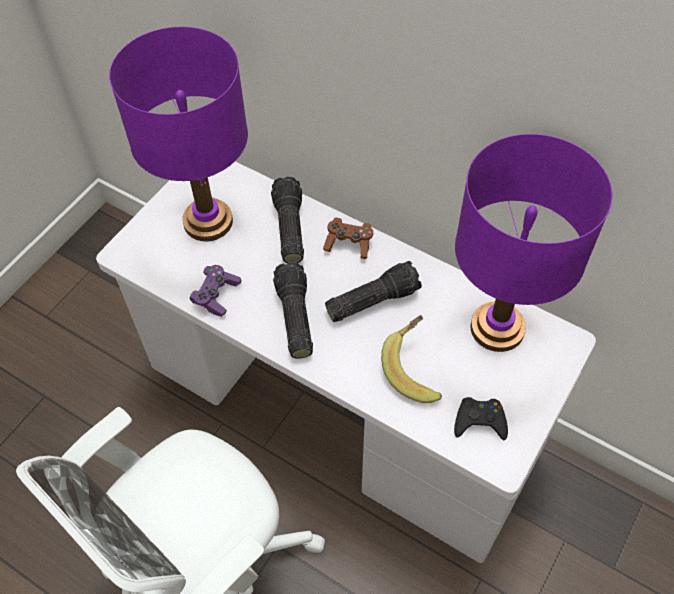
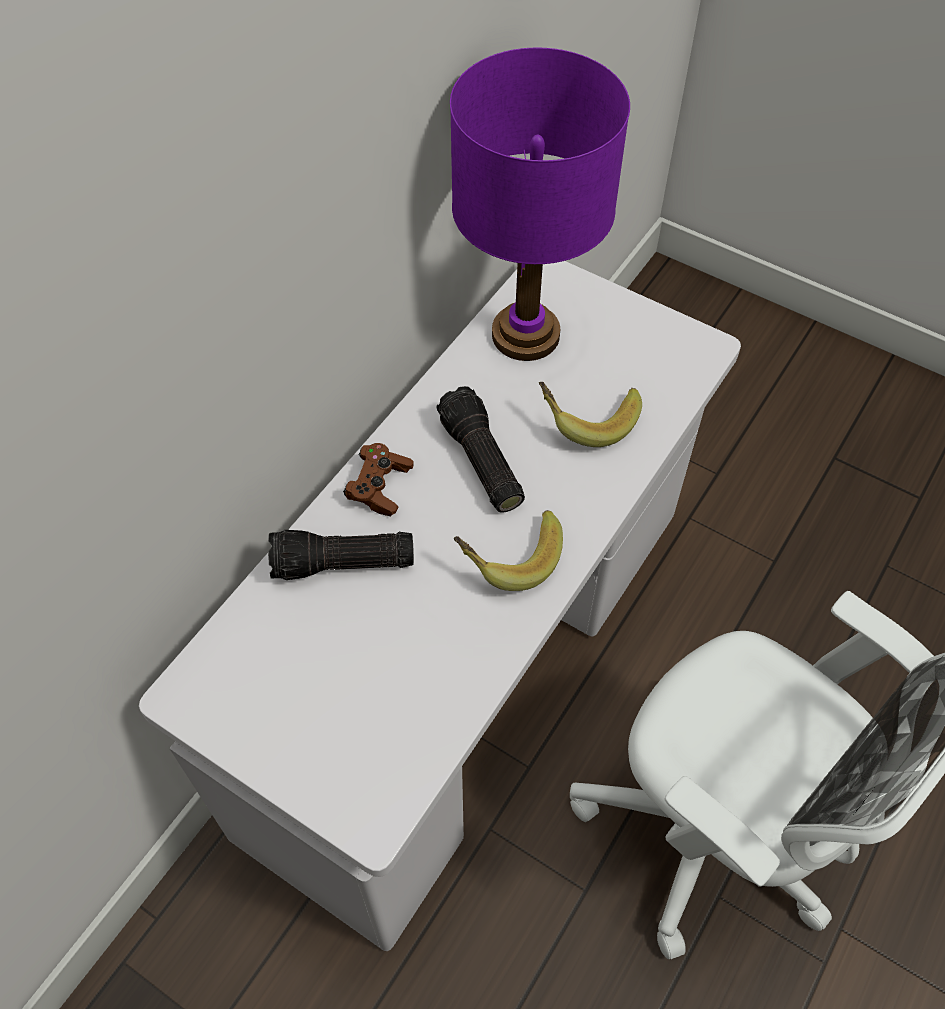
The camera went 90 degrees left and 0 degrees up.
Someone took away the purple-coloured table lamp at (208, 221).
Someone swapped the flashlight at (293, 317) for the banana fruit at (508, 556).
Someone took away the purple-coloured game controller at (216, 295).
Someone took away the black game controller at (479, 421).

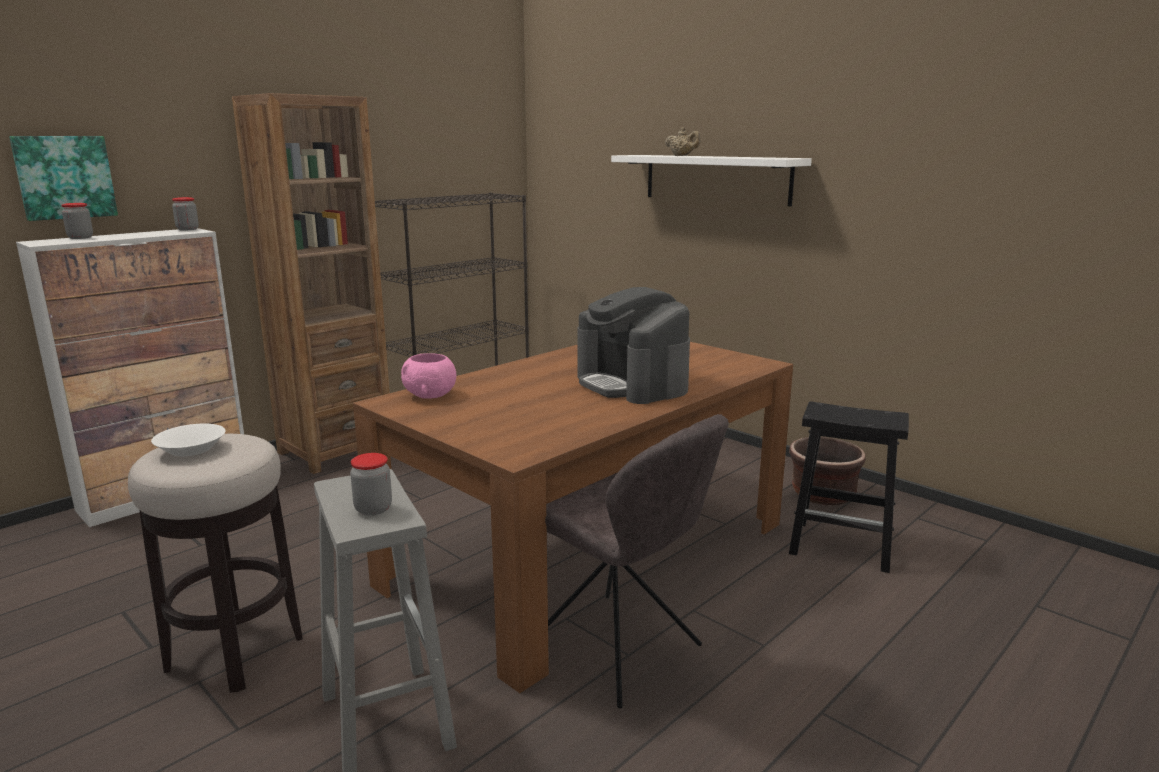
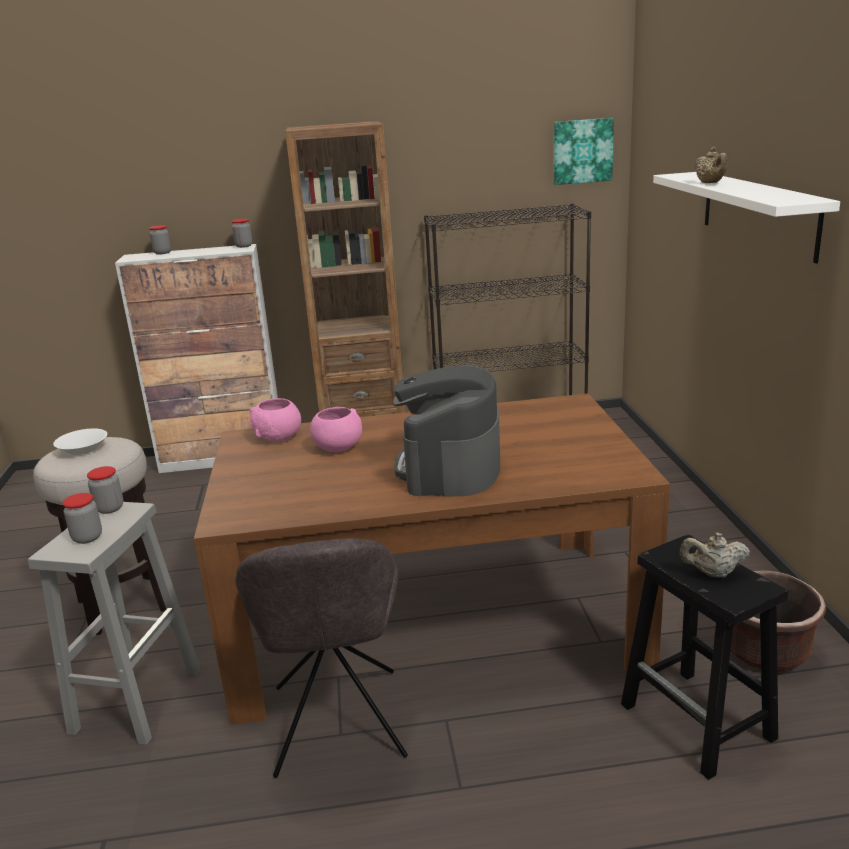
The camera went 40 degrees right and 5 degrees up.
Someone carried the wall picture from (64, 177) to (582, 151).
Someone put down the pink deep dish at (337, 448).
Someone put down the jar at (109, 508).
Someone put down the beige-coloured tea pot at (712, 573).

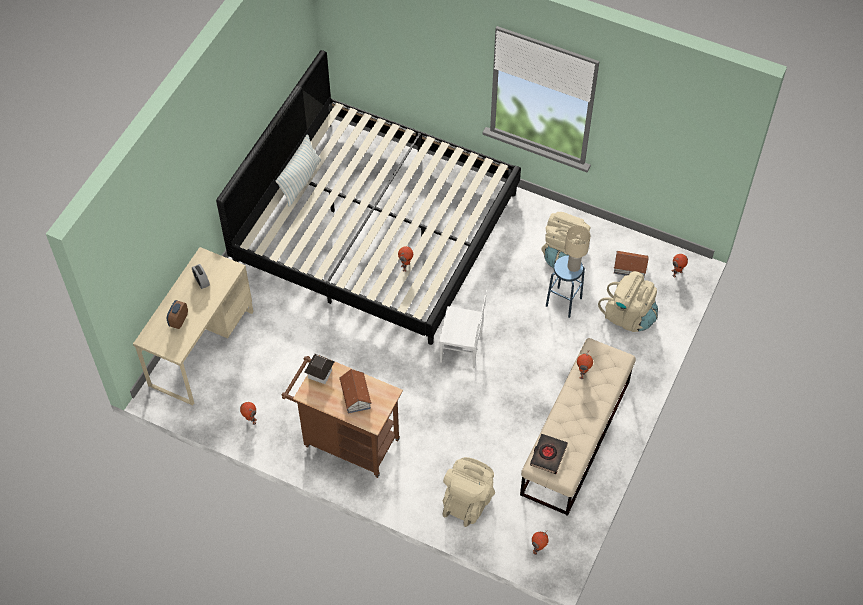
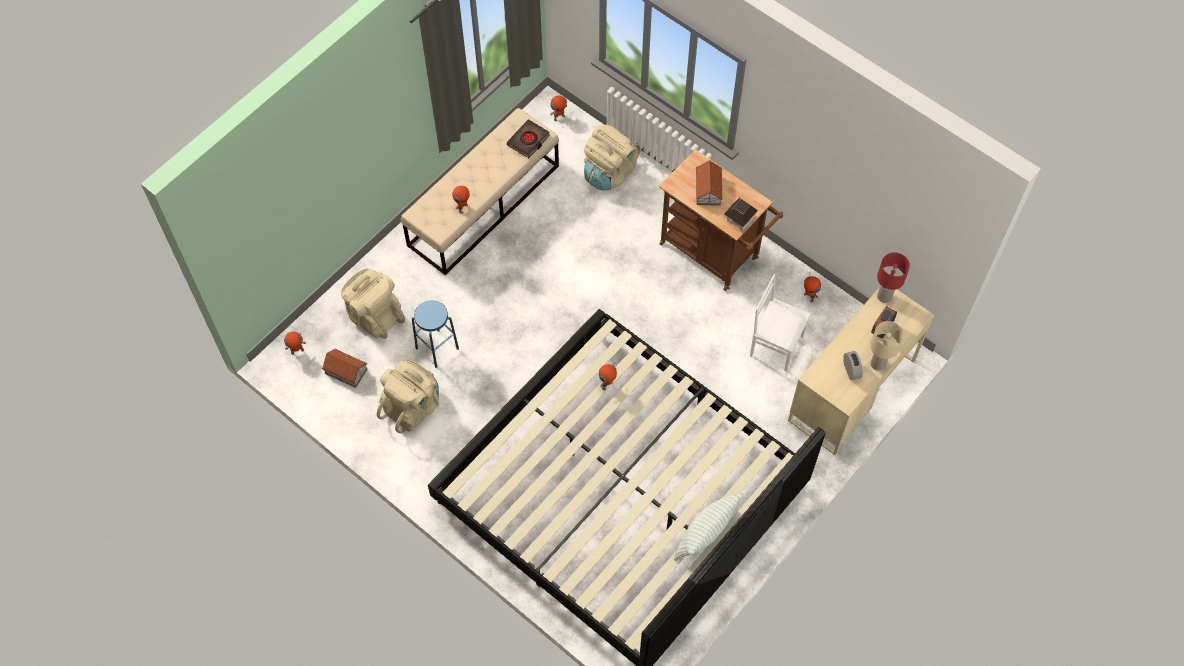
The camera went 165 degrees left and 5 degrees up.
Someone carried the beige-coloured table lamp from (573, 266) to (878, 364).
Someone carried the white-coloured plain chair from (461, 349) to (776, 345).
Someone put down the red table lamp at (884, 296).

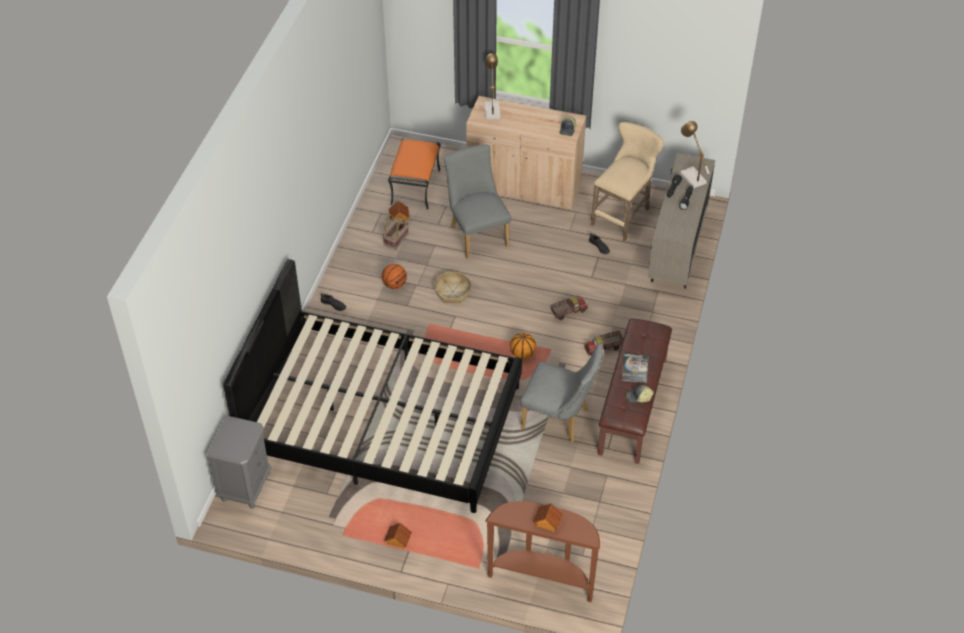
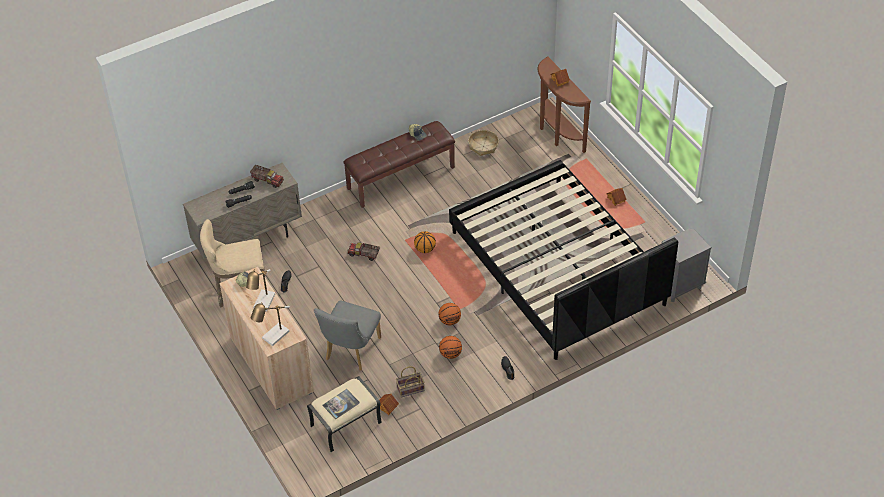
The camera went 135 degrees left and 0 degrees up.
Someone carried the table lamp from (690, 176) to (263, 304).
Someone repainted the orange ottoman at (415, 186), which became the beige-coloured ottoman at (346, 425).
Someone carried the household basket from (452, 292) to (483, 146).
Someone carried the toy truck from (603, 348) to (267, 180).
Someone took away the greyish plain chair at (560, 420).
Someone carried the bound book from (635, 368) to (341, 404).
Someone put down the basketball at (449, 321).

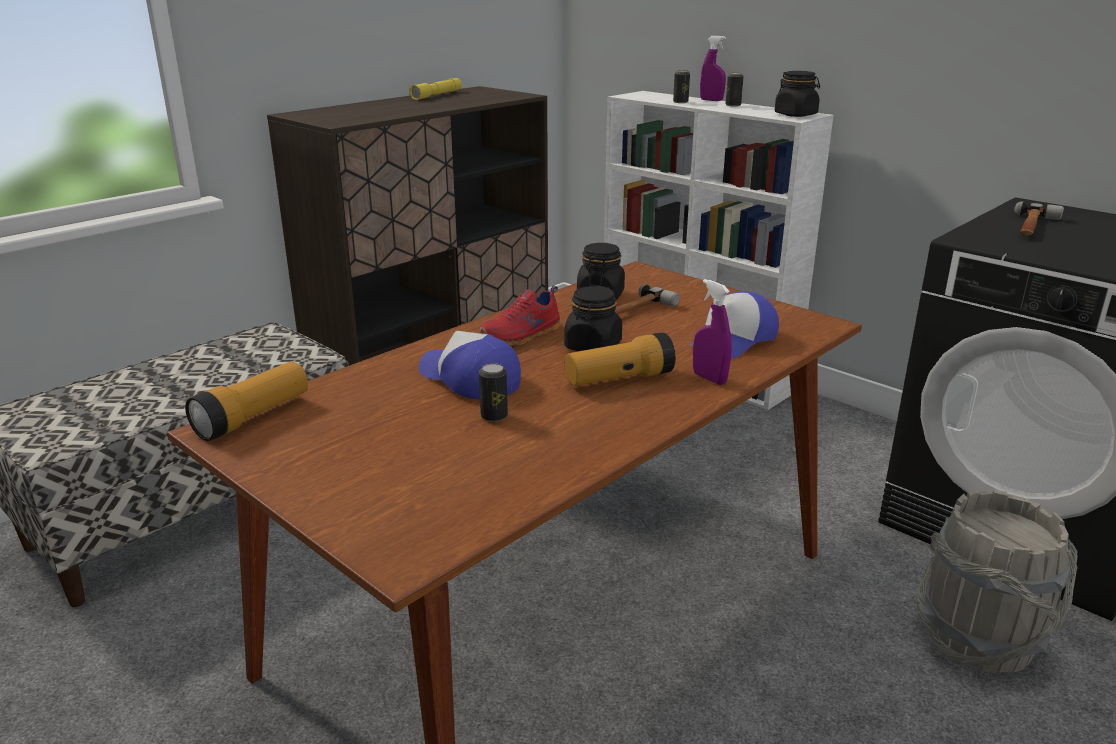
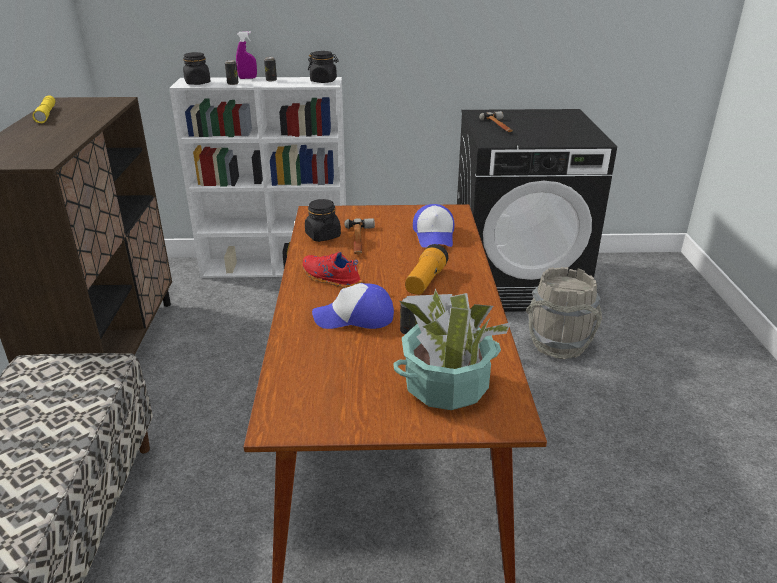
The camera went 45 degrees left and 5 degrees up.
Someone took away the purple-coloured sprayer at (709, 378).
Someone rotated the red shoe at (522, 336) by 120 degrees clockwise.
Someone carried the black jar from (593, 346) to (198, 83).
Someone took away the flashlight at (253, 417).
Someone put down the plant in a pot at (446, 387).

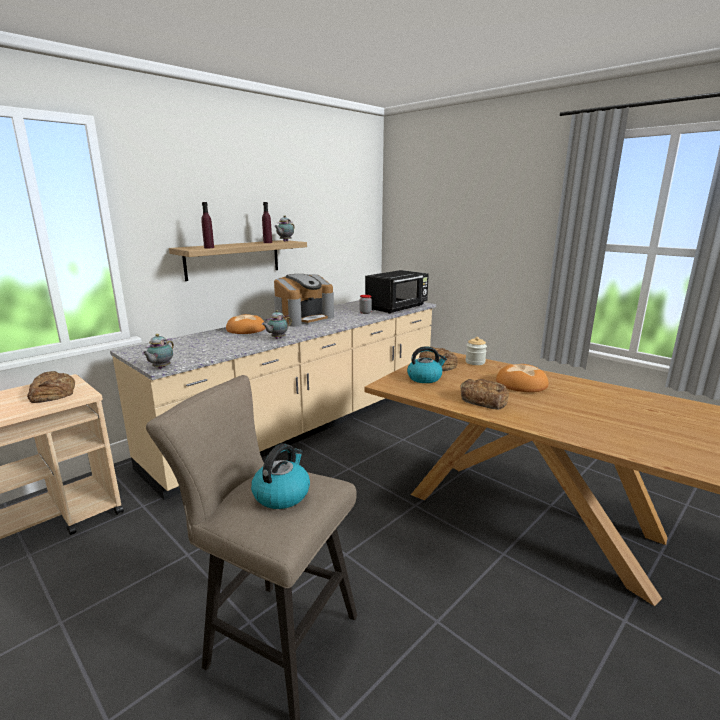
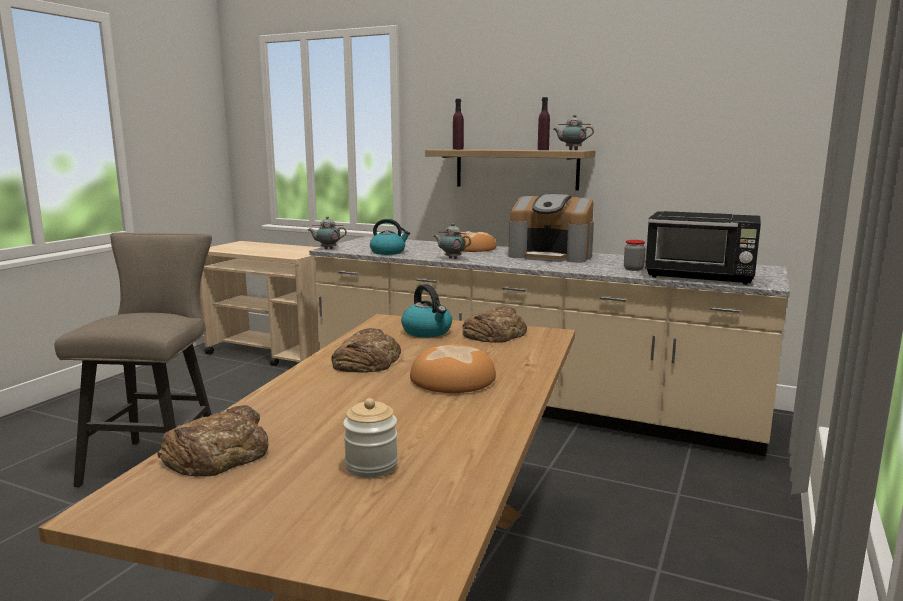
The camera went 70 degrees right and 5 degrees down.
Someone carried the jar from (475, 362) to (371, 465).
Someone carried the bakery bread from (52, 393) to (218, 453).
Someone carried the water kettle from (282, 494) to (388, 252).

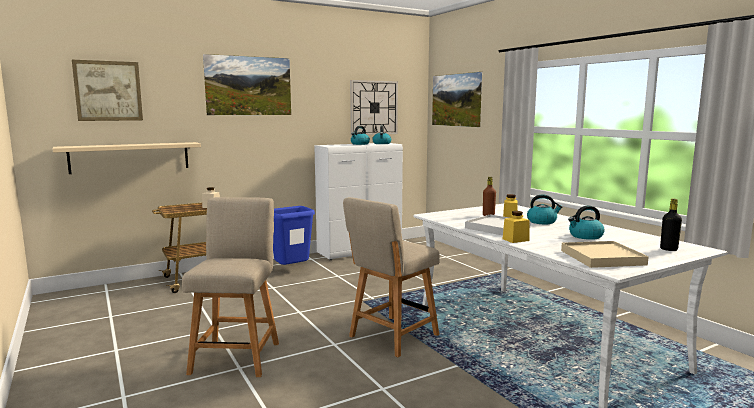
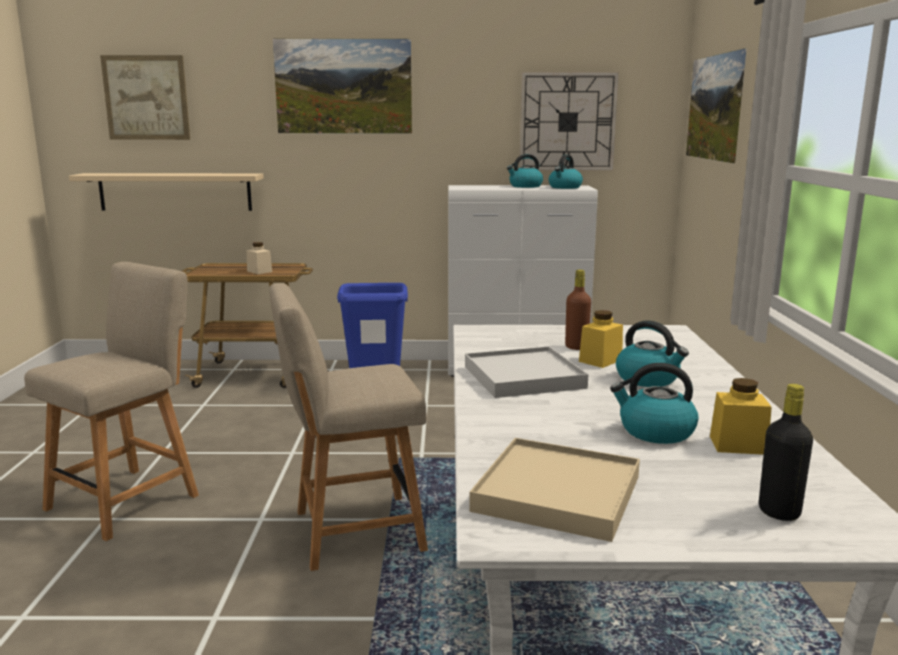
The camera went 30 degrees right and 5 degrees up.
Someone carried the yellowish jar from (515, 240) to (738, 445).

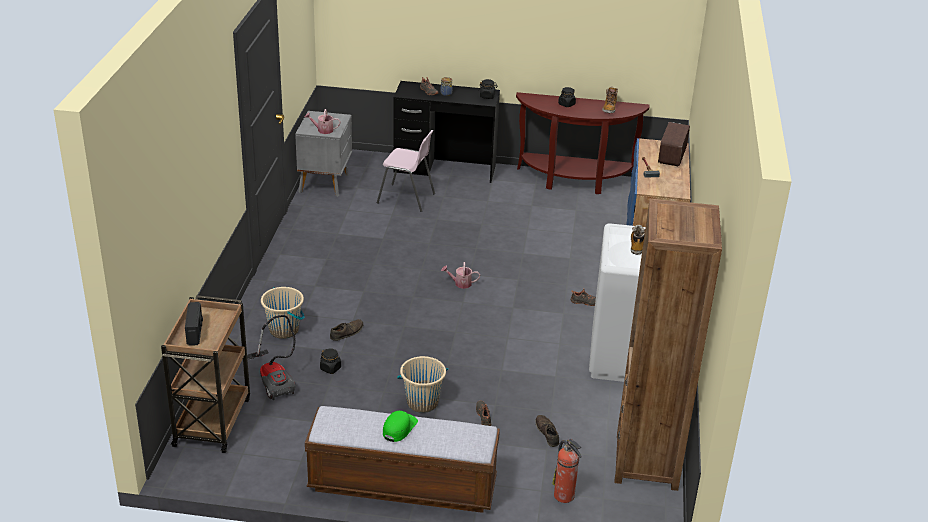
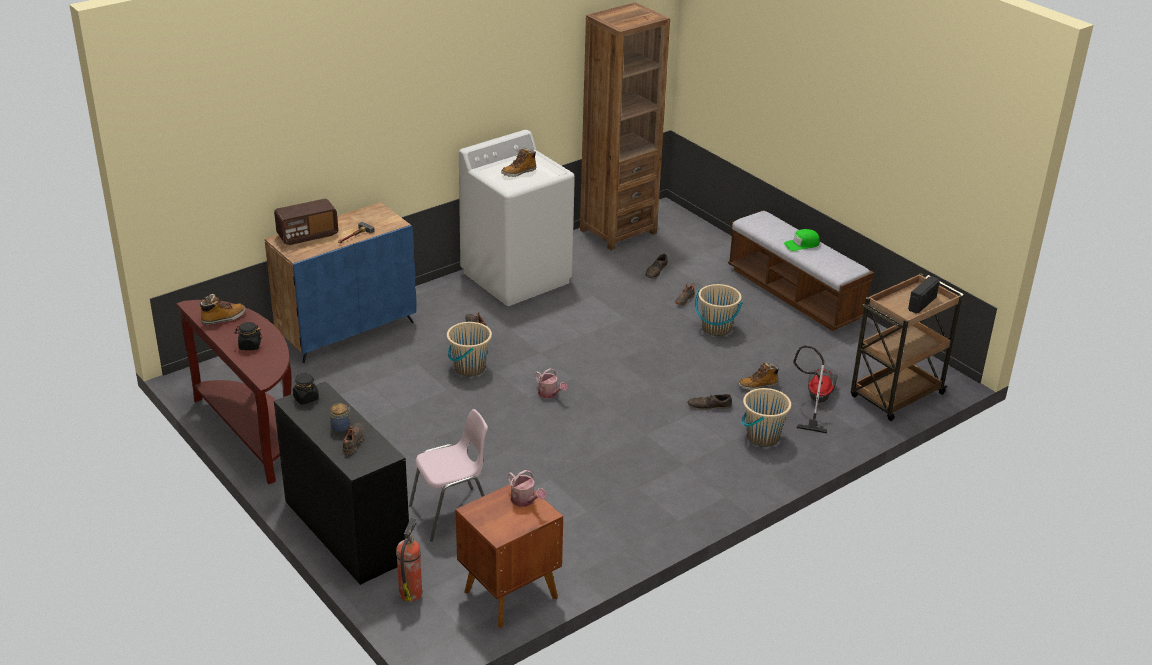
The camera went 135 degrees left and 0 degrees up.
Someone repainted the greyish bedside table at (325, 183), which became the brownish bedside table at (508, 594).
Someone rotated the pink plain chair at (406, 198) by 90 degrees clockwise.
Someone swapped the black jar at (330, 368) for the tall boot at (758, 385).
Someone carried the fire extinguisher from (564, 496) to (411, 592).
Someone put down the beige-coloured bucket at (469, 368).

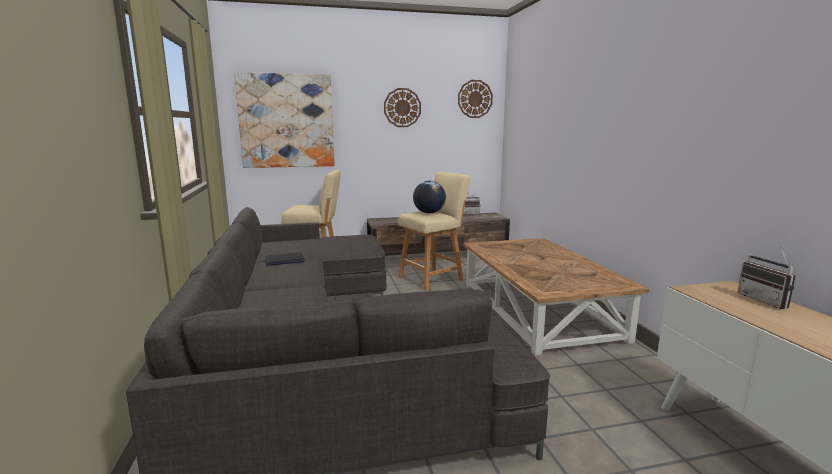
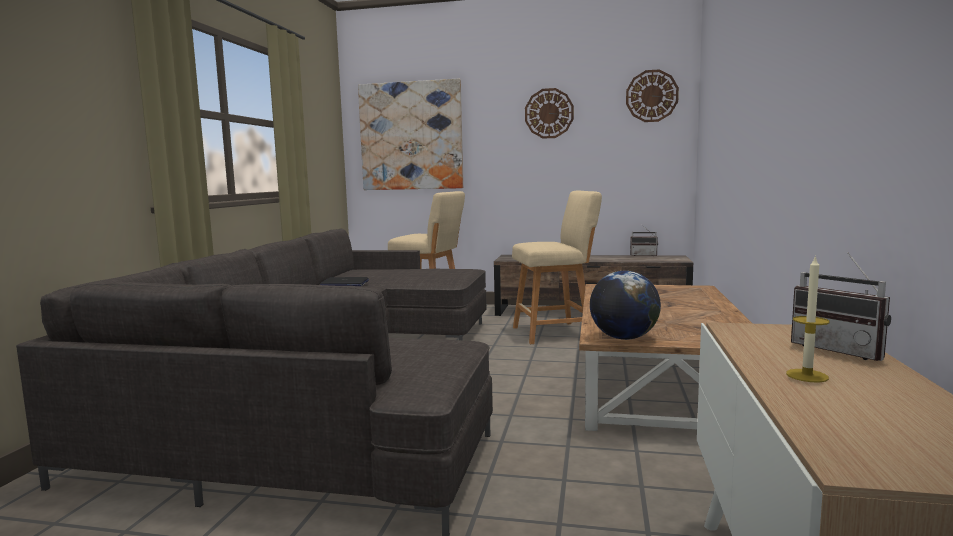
The camera went 25 degrees right and 5 degrees down.
Someone carried the world globe from (429, 213) to (623, 338).
Someone rotated the radio at (766, 301) by 45 degrees counterclockwise.
Someone put down the wax light at (807, 375).

